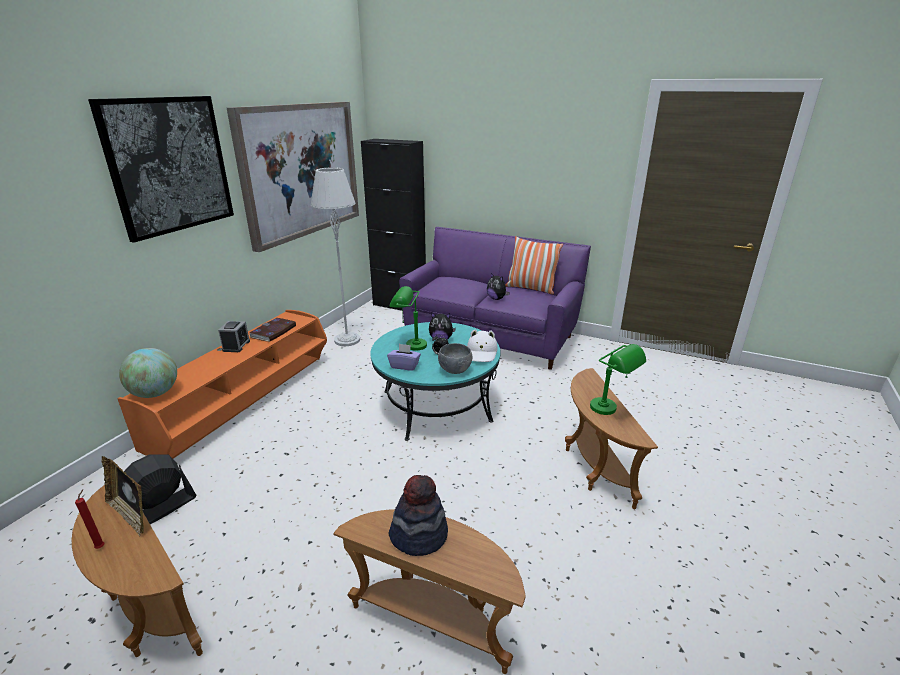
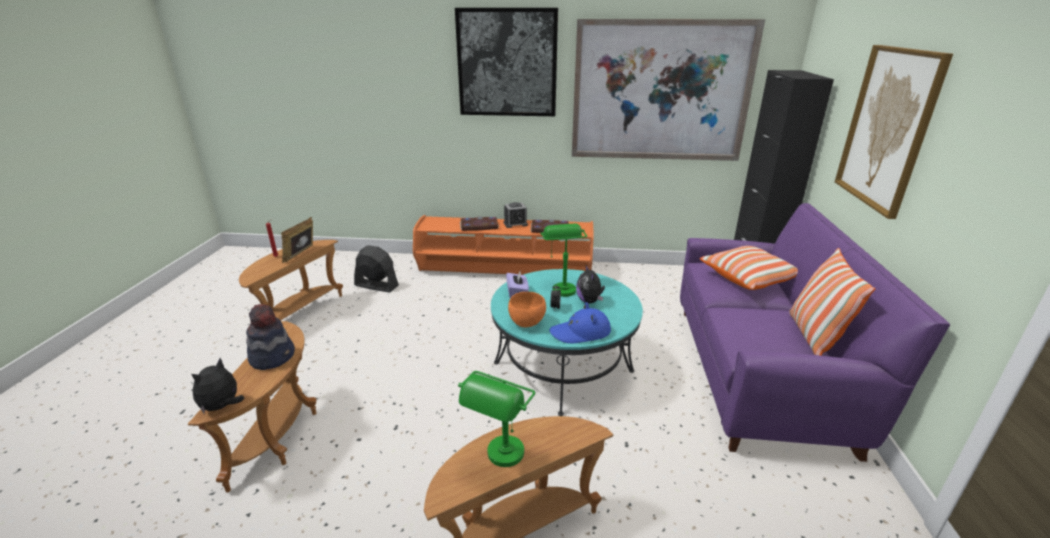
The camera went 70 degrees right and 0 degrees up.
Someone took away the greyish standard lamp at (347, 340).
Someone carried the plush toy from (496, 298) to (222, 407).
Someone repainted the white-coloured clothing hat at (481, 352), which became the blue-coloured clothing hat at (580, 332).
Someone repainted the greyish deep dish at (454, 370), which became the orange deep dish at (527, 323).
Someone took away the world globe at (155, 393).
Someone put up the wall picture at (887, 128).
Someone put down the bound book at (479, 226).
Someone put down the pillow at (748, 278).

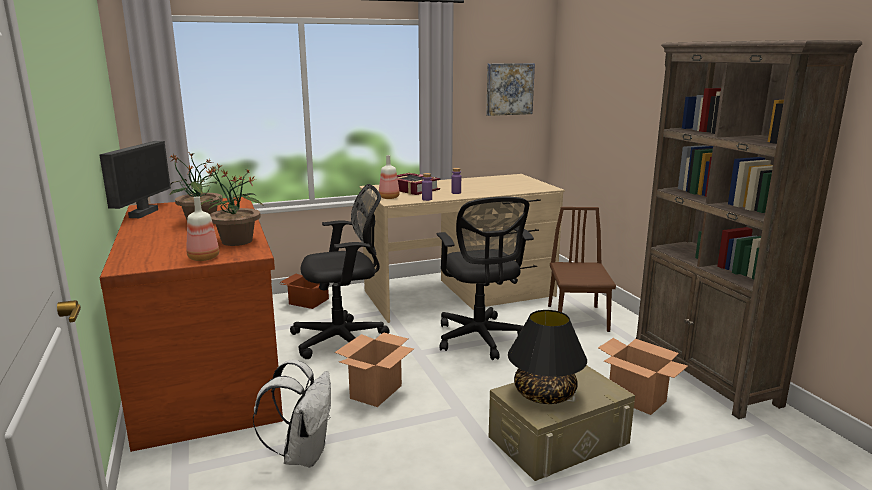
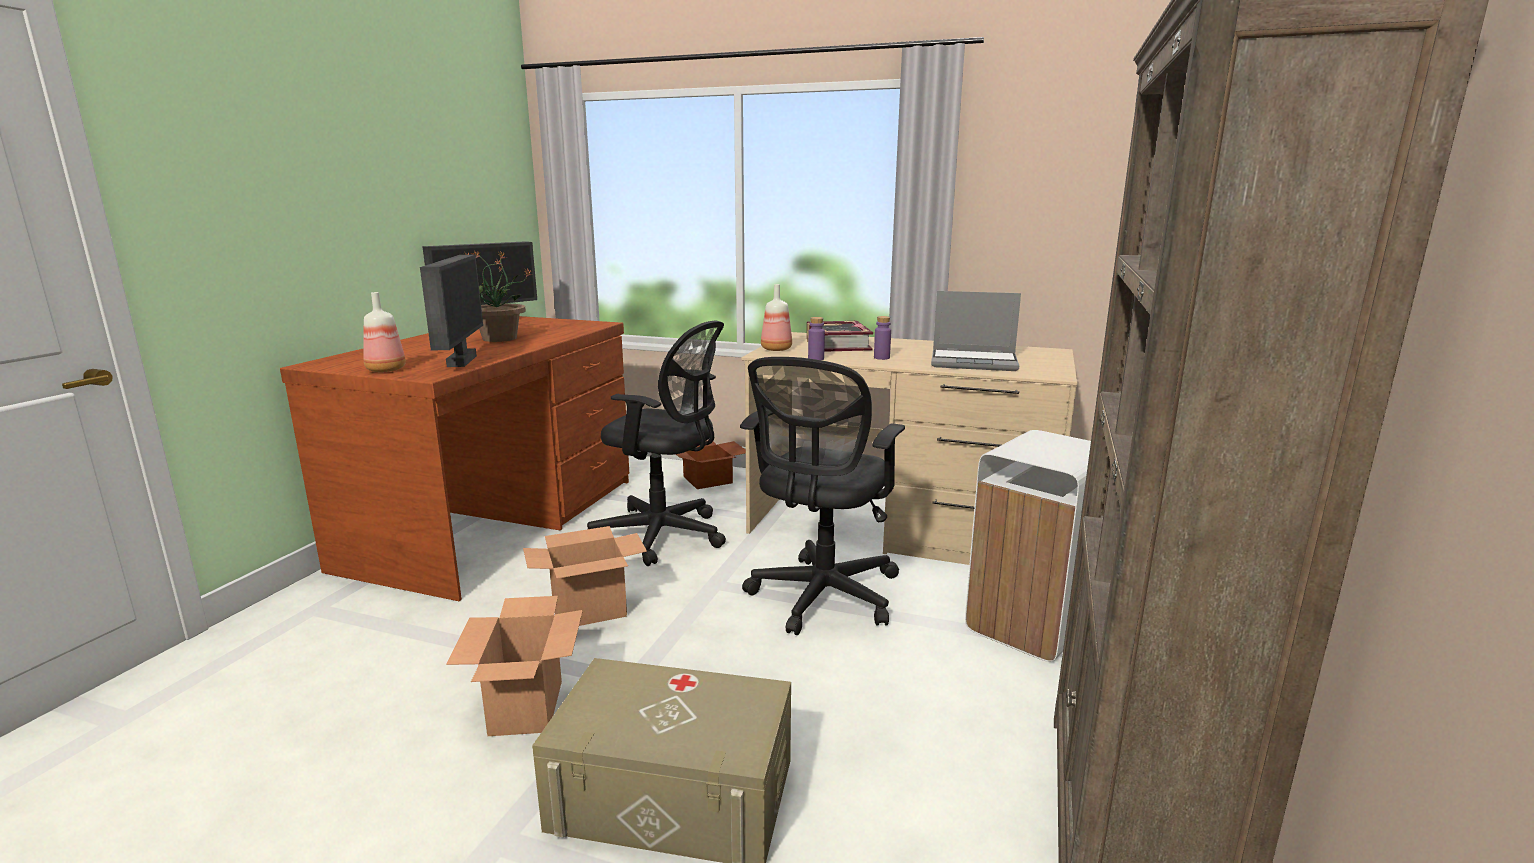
The camera went 40 degrees right and 0 degrees up.
Someone took away the wall picture at (509, 89).
Someone swapped the plant in a pot at (237, 241) for the computer screen at (460, 361).
Someone swapped the brownish plain chair at (577, 318) for the white-coloured rubbish bin at (1032, 625).
Someone took away the black table lamp at (544, 394).
Someone carried the carton from (637, 399) to (526, 708).
Someone took away the white-coloured rucksack at (303, 454).
Someone put down the laptop at (975, 362).

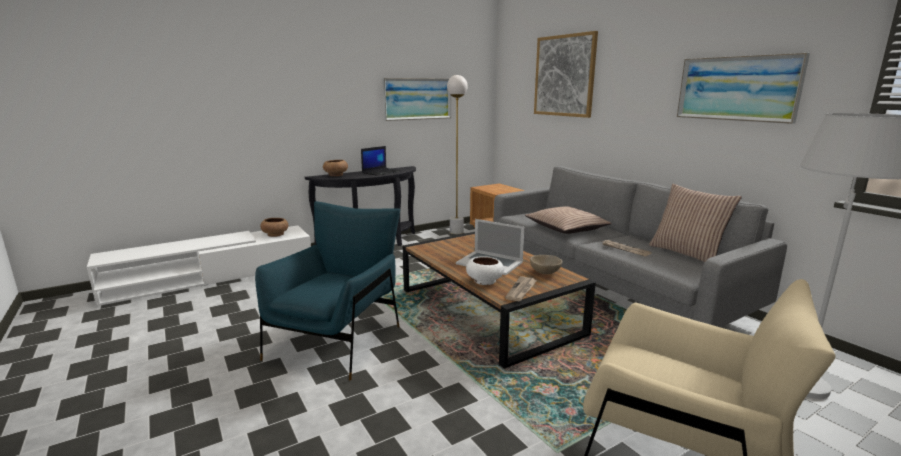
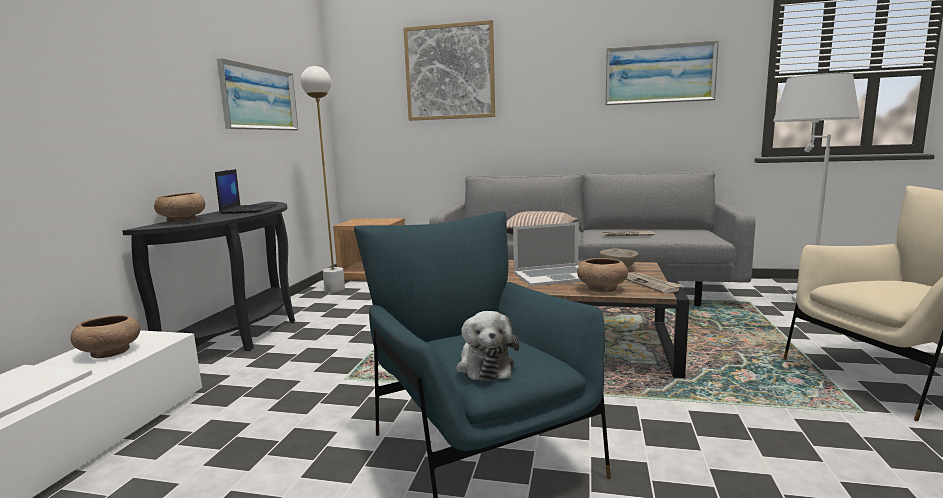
The camera went 45 degrees left and 5 degrees down.
Someone took away the pillow at (687, 253).
Someone repainted the white-coloured deep dish at (484, 281), which became the brownish deep dish at (601, 288).
Someone put down the plush toy at (485, 365).

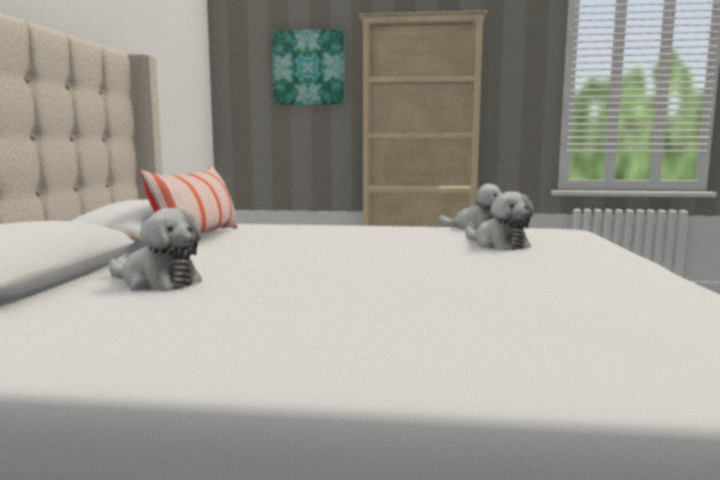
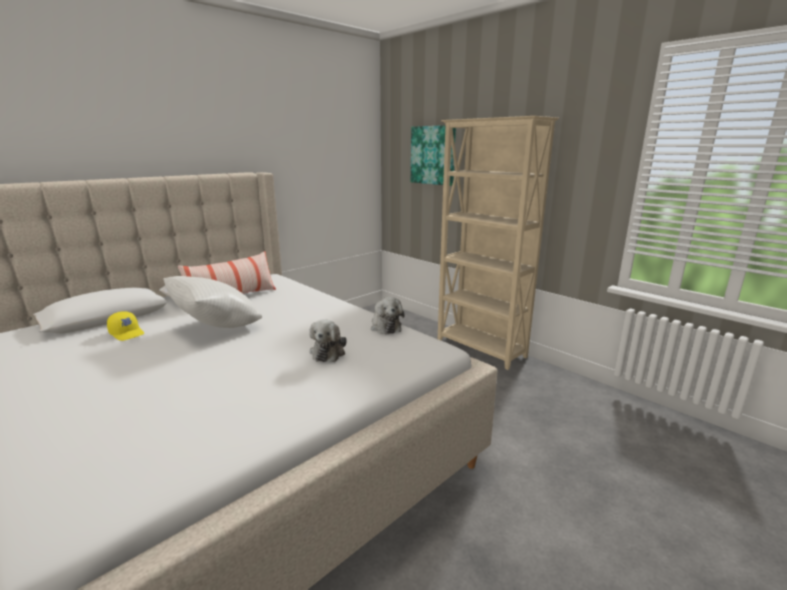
The camera went 40 degrees right and 10 degrees up.
Someone swapped the plush toy at (156, 282) for the yellowish peaked cap at (127, 333).
Someone put down the white-coloured pillow at (216, 327).

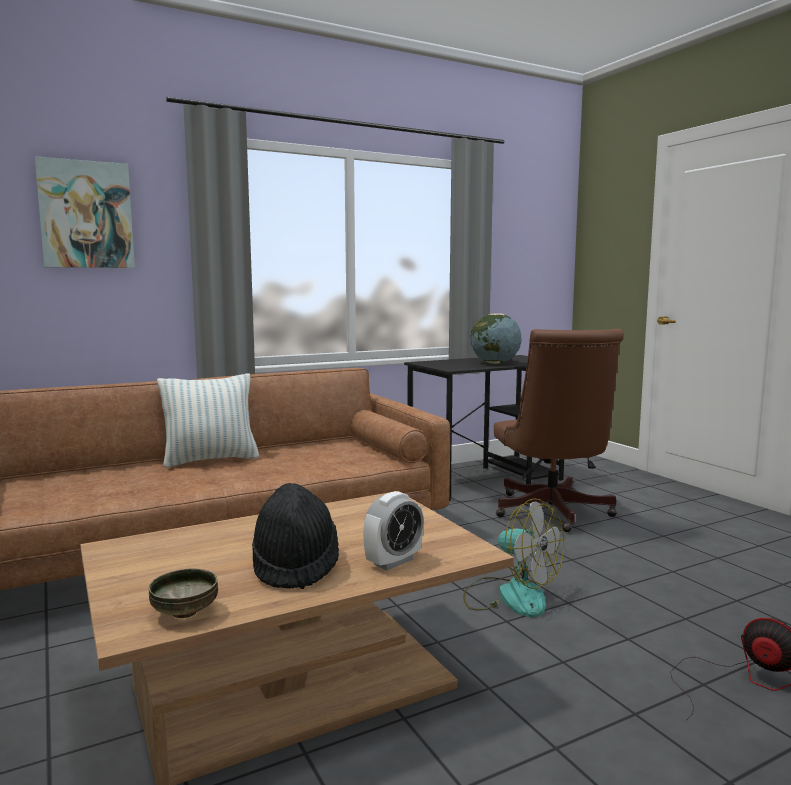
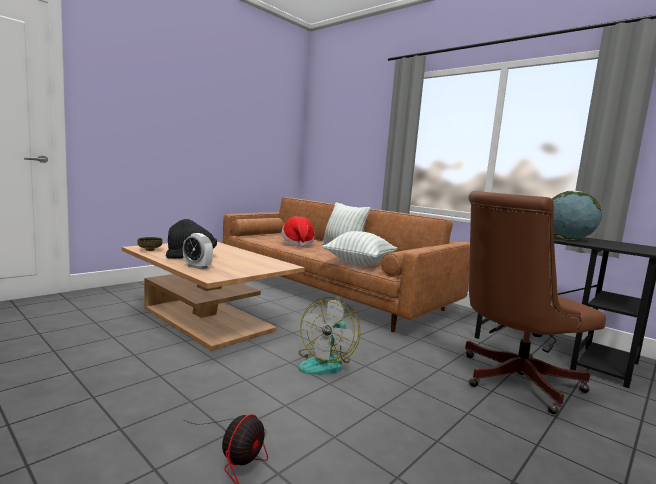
The camera went 70 degrees right and 0 degrees up.
Someone took away the wall picture at (86, 215).
Someone put down the clothing hat at (298, 243).
Someone put down the pillow at (359, 263).

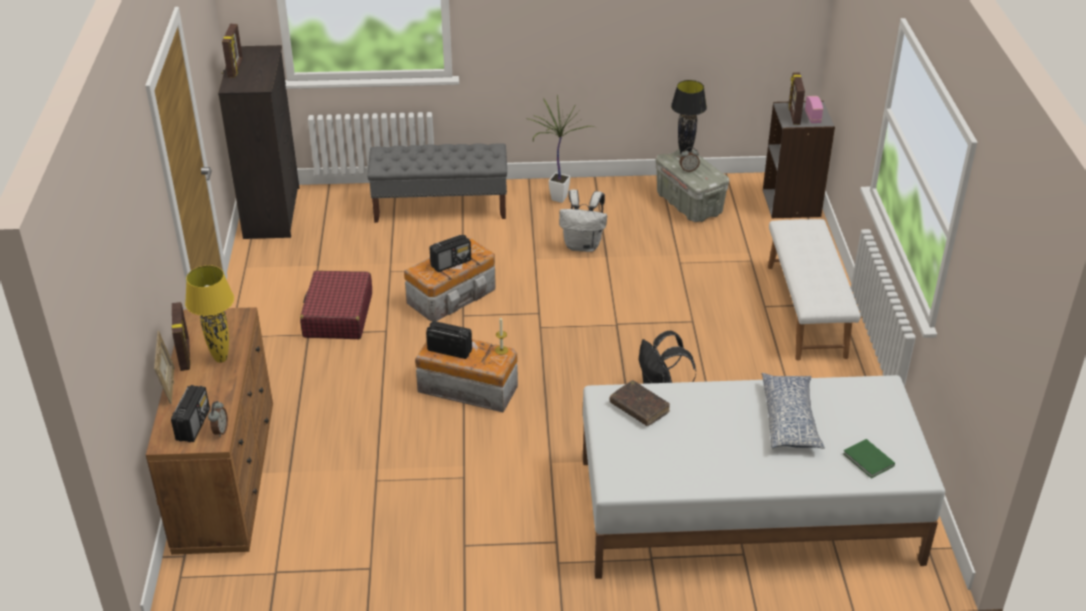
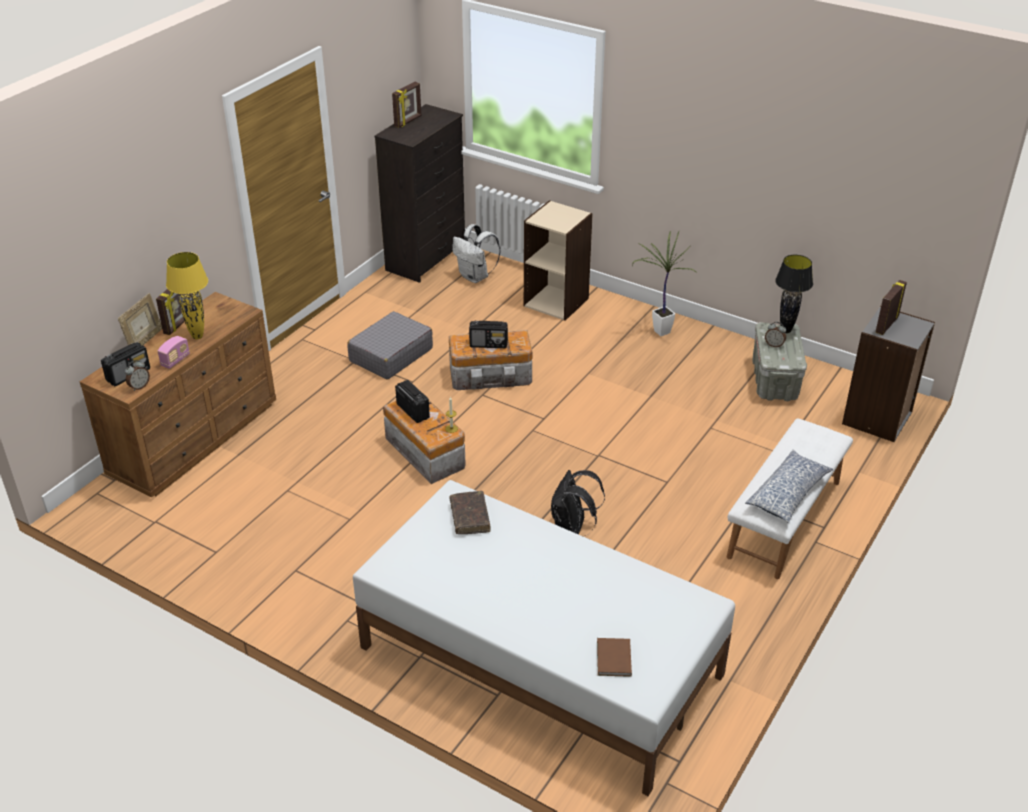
The camera went 35 degrees right and 0 degrees up.
Someone carried the radio from (812, 117) to (175, 360).
Someone swapped the greyish indoor bench at (440, 207) for the beige-coloured shelving unit at (556, 302).
Someone carried the white-coloured rucksack from (583, 245) to (475, 277).
Someone repainted the red piece of luggage at (338, 315), which became the greyish piece of luggage at (390, 355).
Someone carried the pillow from (790, 419) to (788, 494).
Someone repainted the greenish bound book at (868, 461), which became the brownish bound book at (613, 659).

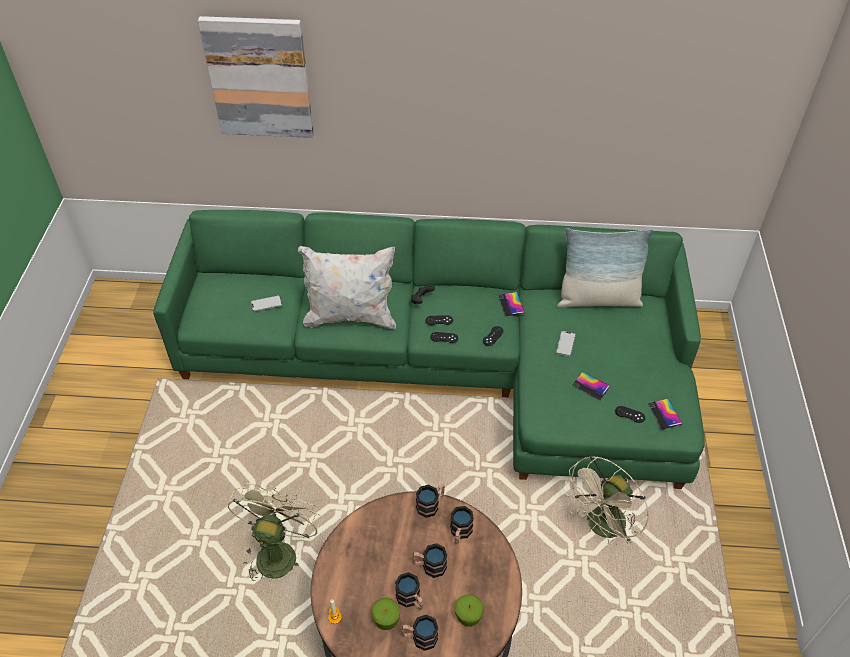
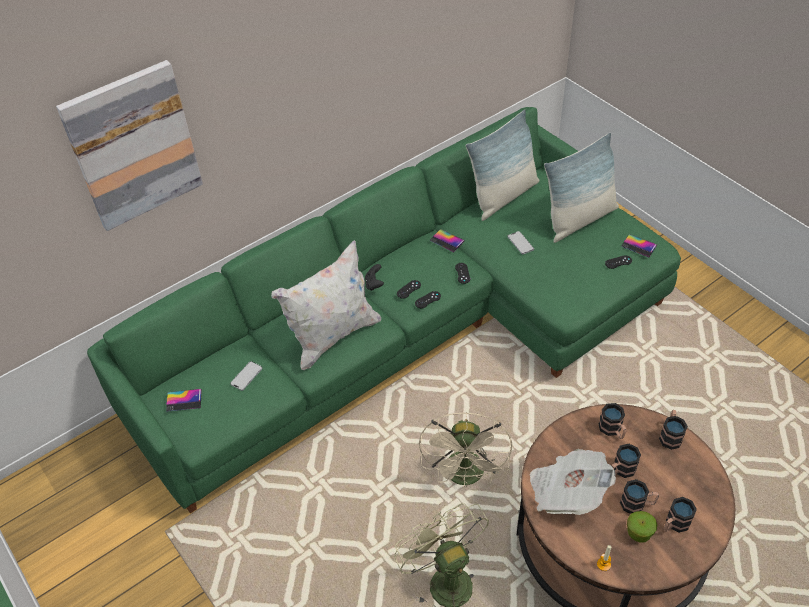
The camera went 40 degrees left and 0 degrees up.
Someone carried the phone from (591, 386) to (184, 400).
Someone carried the beige-coloured fan from (601, 528) to (466, 477).
Someone carried the coffee mug from (431, 504) to (670, 435).
Someone took away the apple at (468, 616).
Someone put down the pillow at (579, 219).
Someone put down the printed paper at (567, 492).

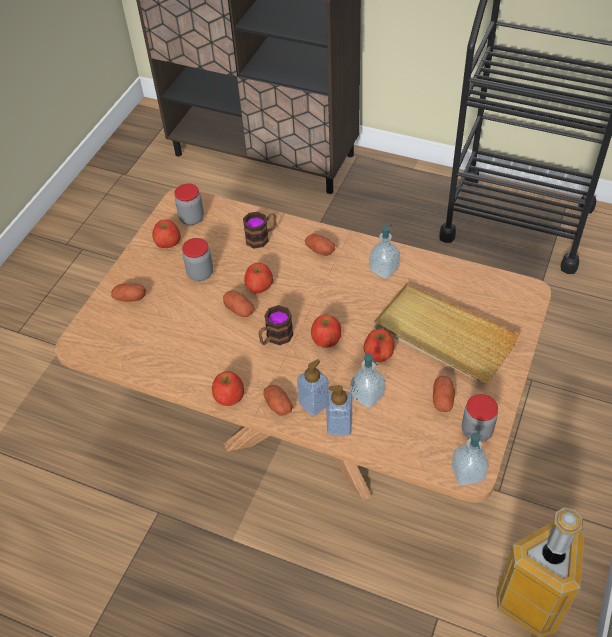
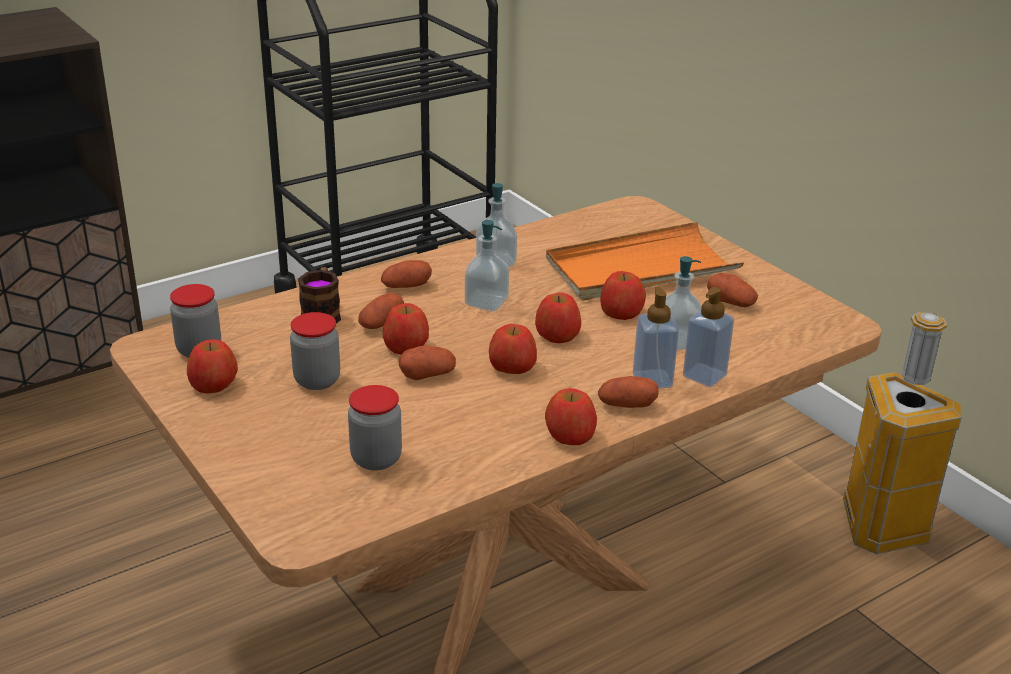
The camera went 60 degrees left and 20 degrees down.
Someone carried the potato from (130, 298) to (381, 323).
Someone repainted the beige-coloured carrying tray at (443, 336), which became the orange carrying tray at (640, 268).
Someone swapped the coffee mug at (275, 338) for the apple at (512, 367).
Someone carried the jar from (476, 431) to (376, 459).
Someone carried the soap bottle from (467, 472) to (486, 302).

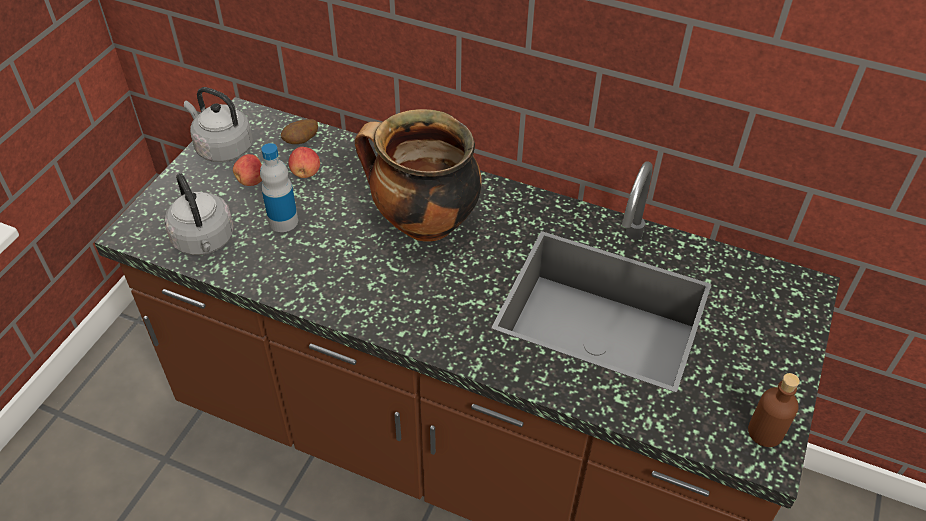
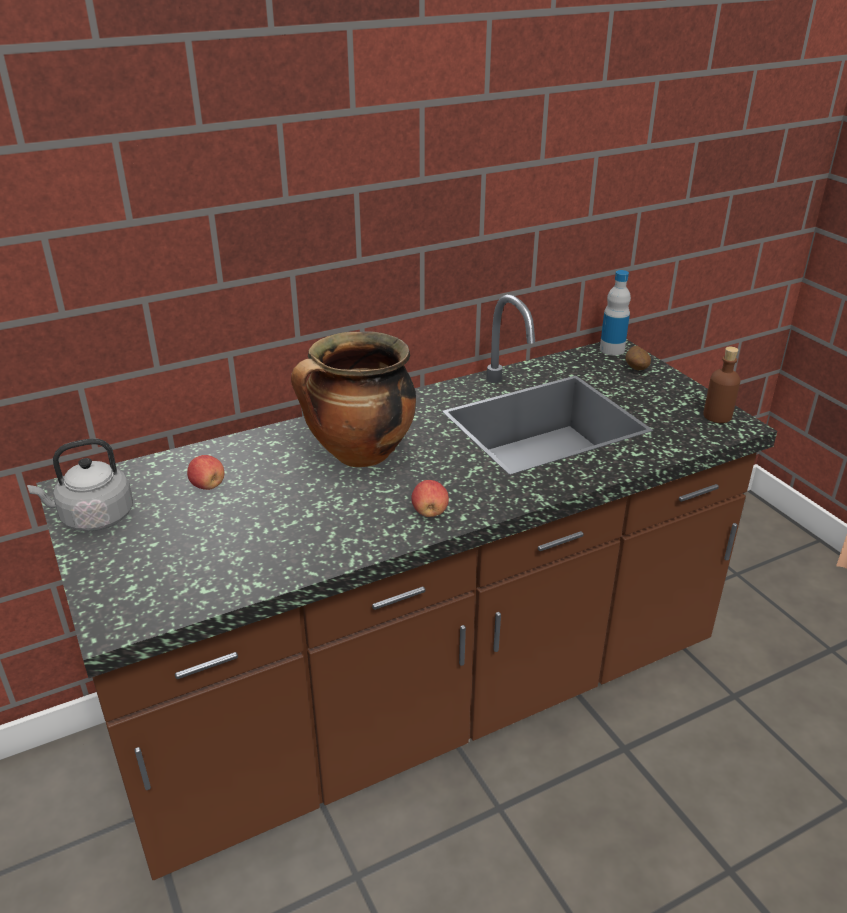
The camera went 50 degrees left and 15 degrees down.
Someone carried the potato from (301, 141) to (636, 369).
Someone carried the drink bottle from (283, 221) to (612, 350).
Someone carried the apple from (251, 181) to (430, 512).
Someone took away the greyish water kettle at (204, 241).

